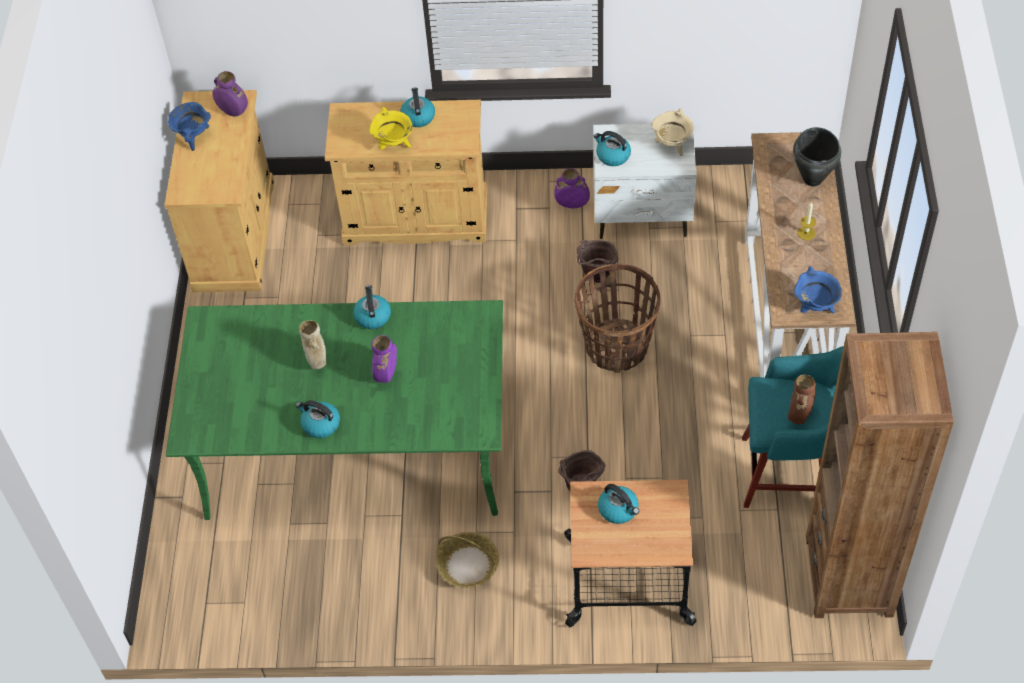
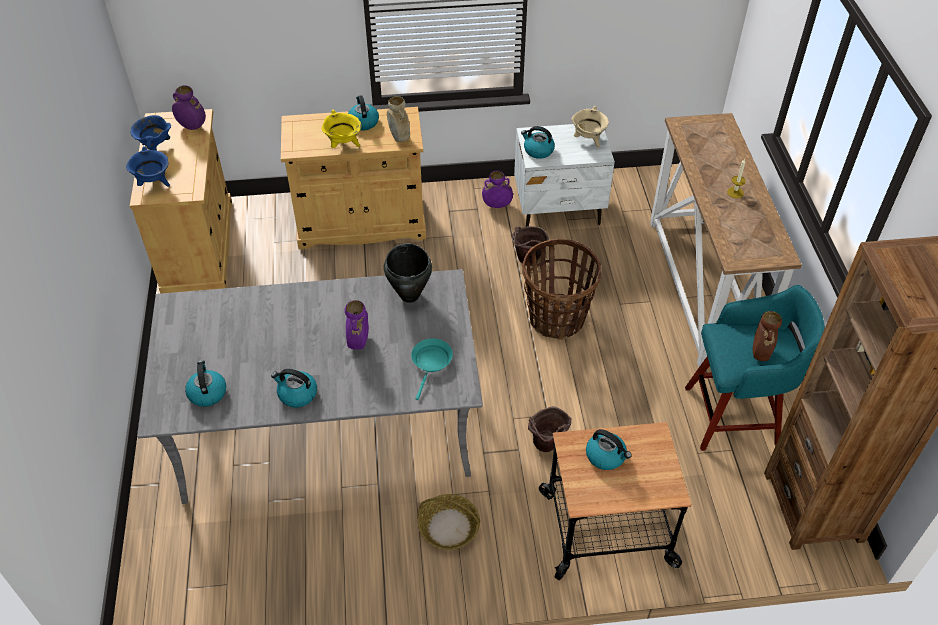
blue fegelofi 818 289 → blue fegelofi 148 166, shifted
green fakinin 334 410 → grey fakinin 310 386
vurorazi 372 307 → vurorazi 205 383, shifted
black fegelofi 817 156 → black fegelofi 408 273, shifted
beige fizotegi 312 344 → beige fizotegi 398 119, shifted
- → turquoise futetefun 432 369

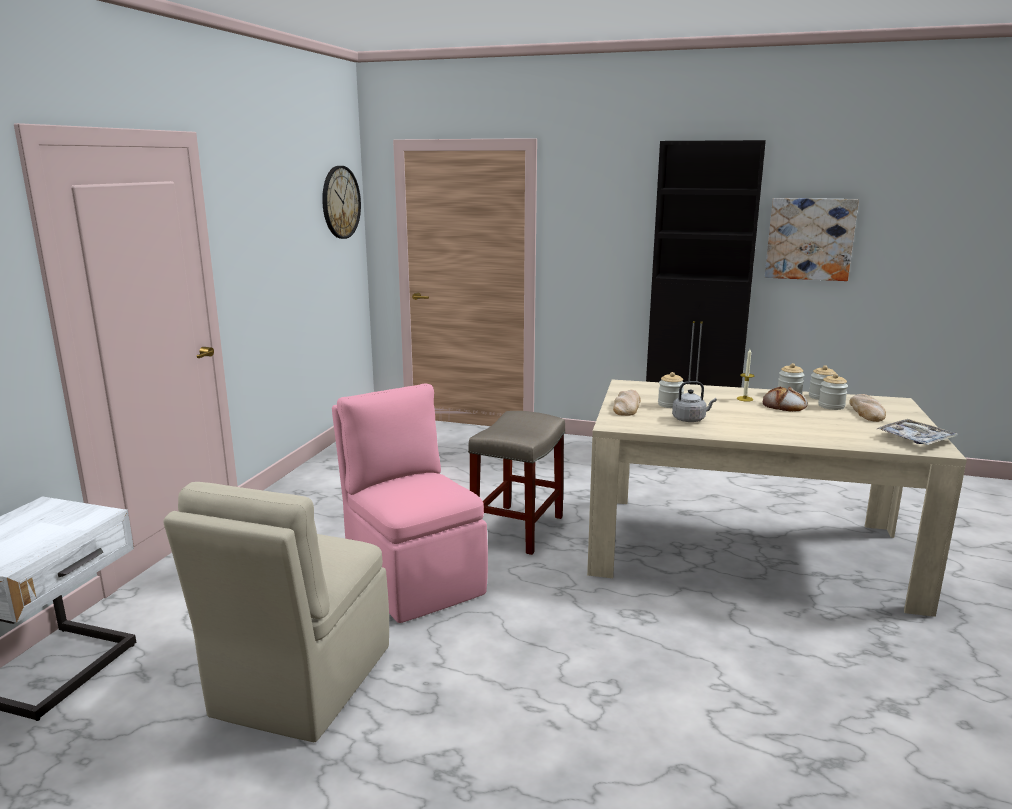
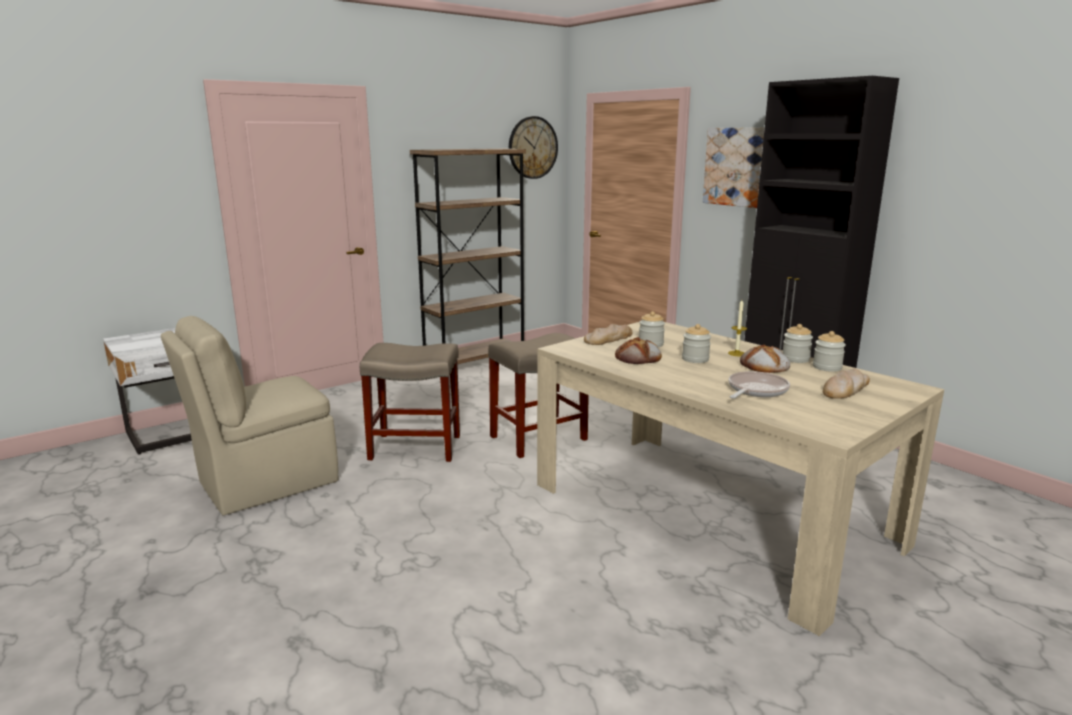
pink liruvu 410 503 → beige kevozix 410 402
- → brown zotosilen 468 256
grey vurorazi 694 401 → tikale 638 350
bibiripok 833 391 → bibiripok 696 343, shifted
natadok 812 239 → natadok 734 167, shifted
- → futetefun 759 385
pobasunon 917 432 → -

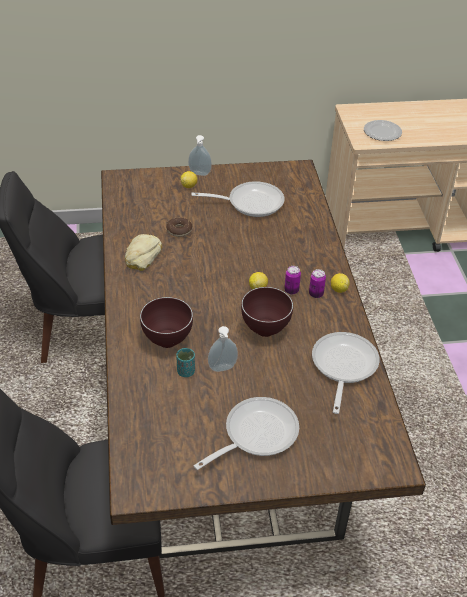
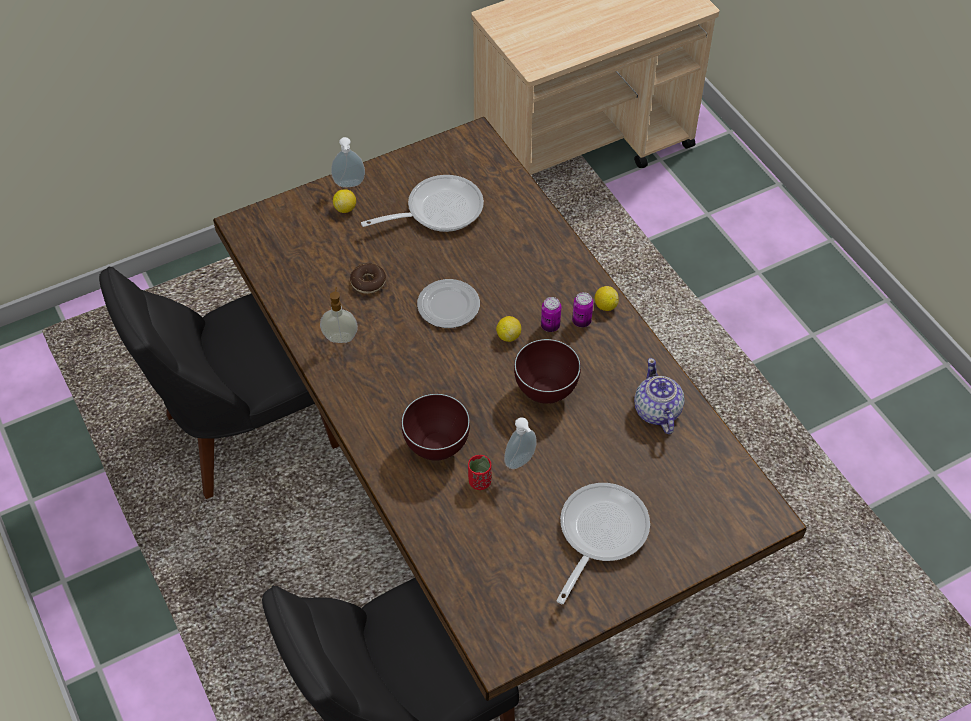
tikale 143 252 → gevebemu 339 315
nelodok 383 130 → nelodok 448 303, shifted
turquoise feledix 186 362 → red feledix 479 472
futetefun 345 373 → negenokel 659 396

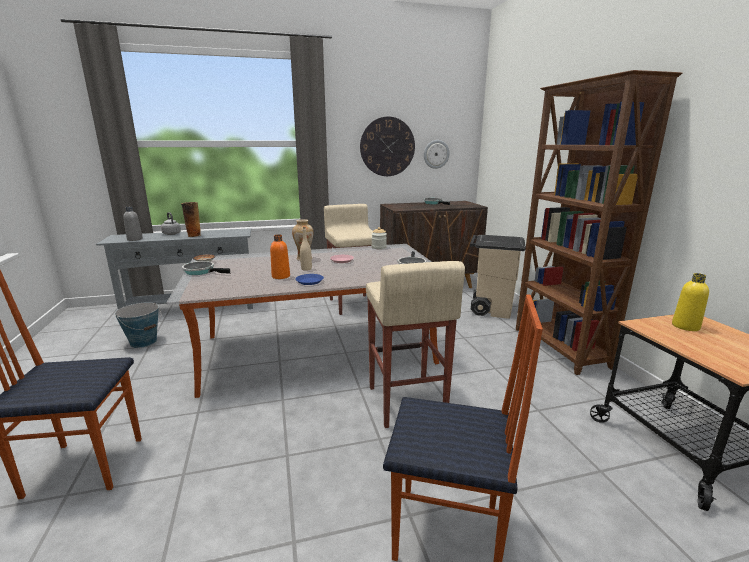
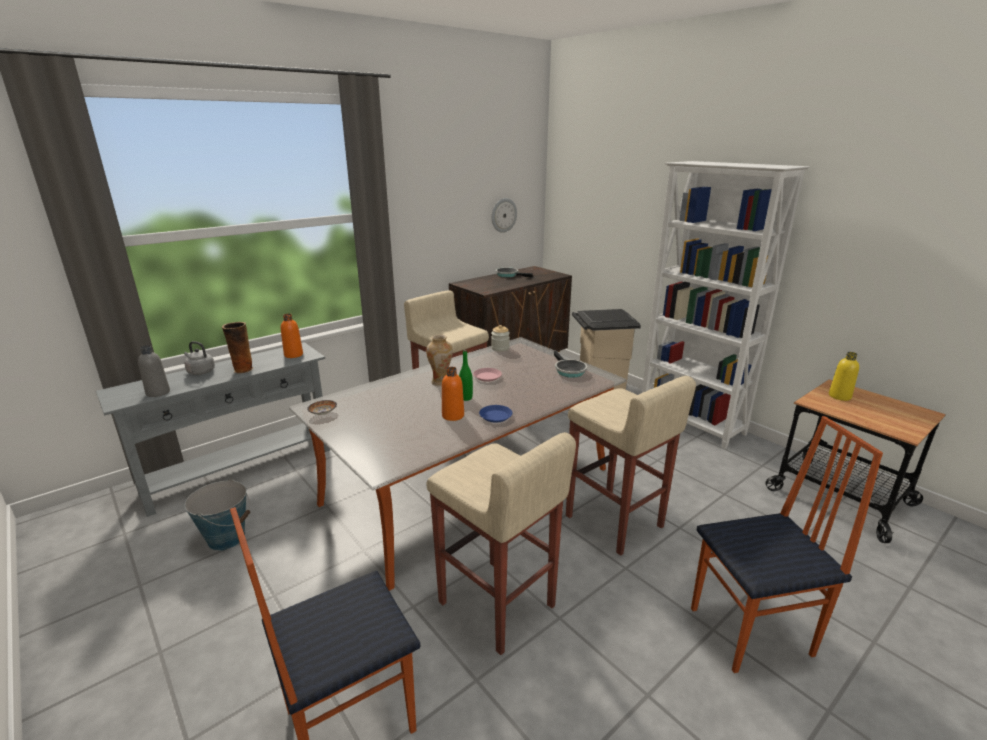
- → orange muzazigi 292 336
- → beige kevozix 501 543
beige muzazigi 306 249 → green muzazigi 466 375
brown zotosilen 599 222 → white zotosilen 726 305
futetefun 206 268 → -
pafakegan 387 146 → -

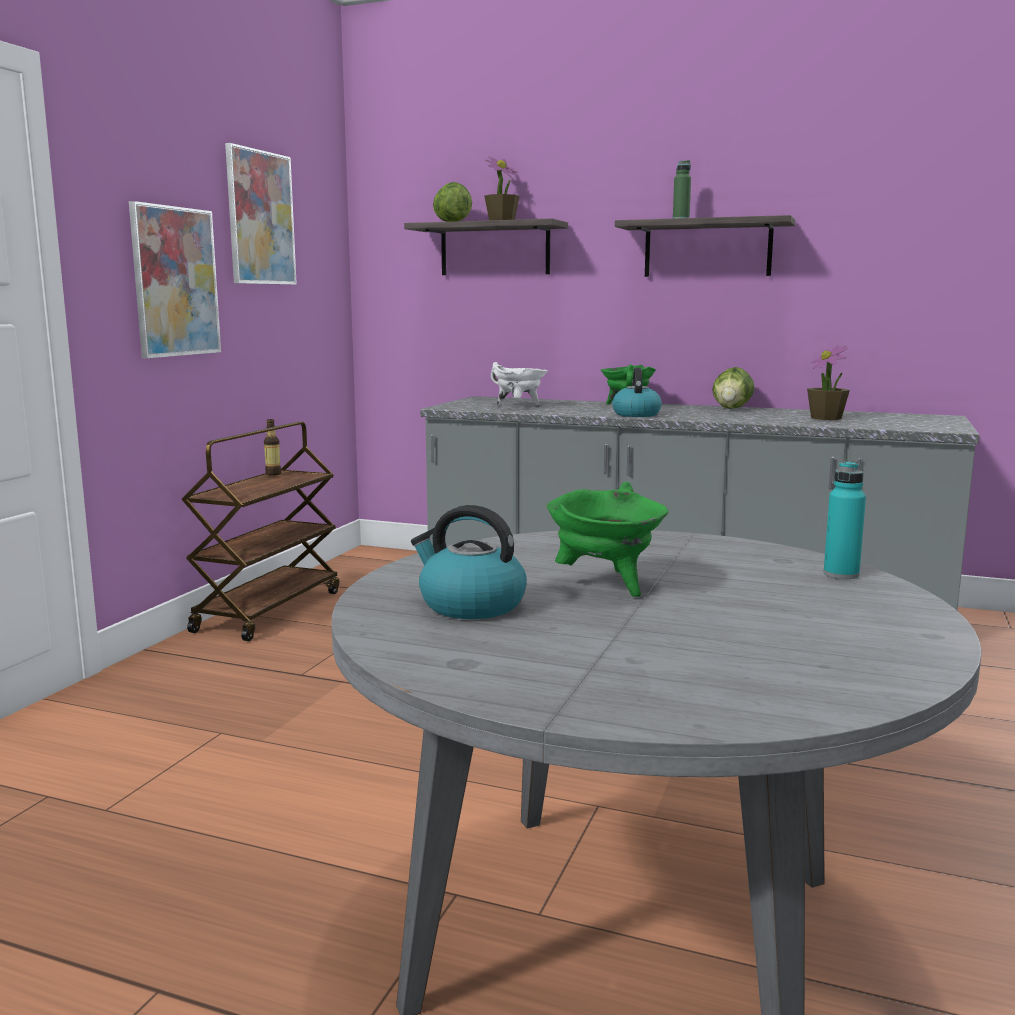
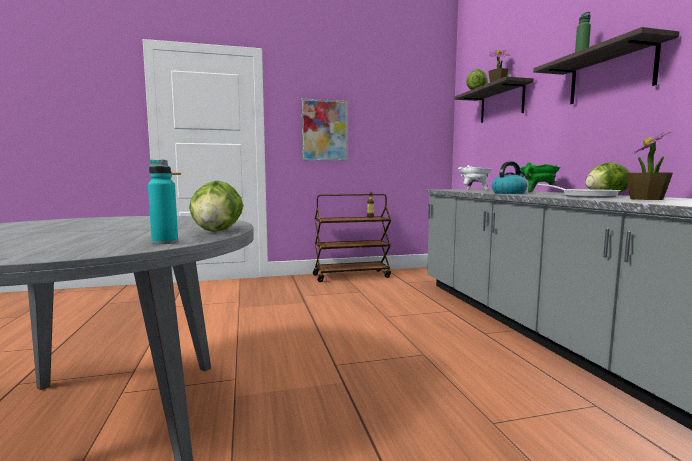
- → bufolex 216 206
- → futetefun 579 191
natadok 261 214 → -
vurorazi 469 562 → -
green fegelofi 607 539 → -

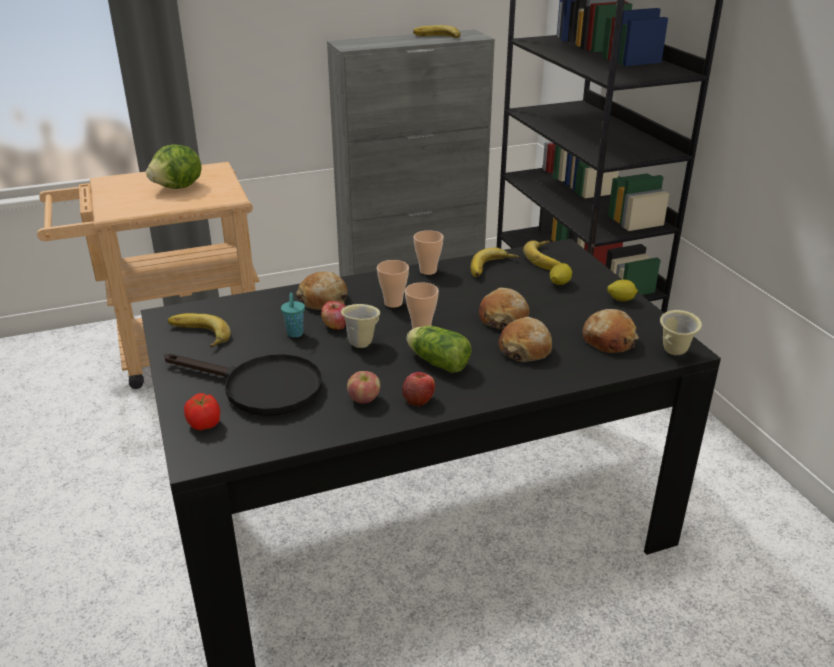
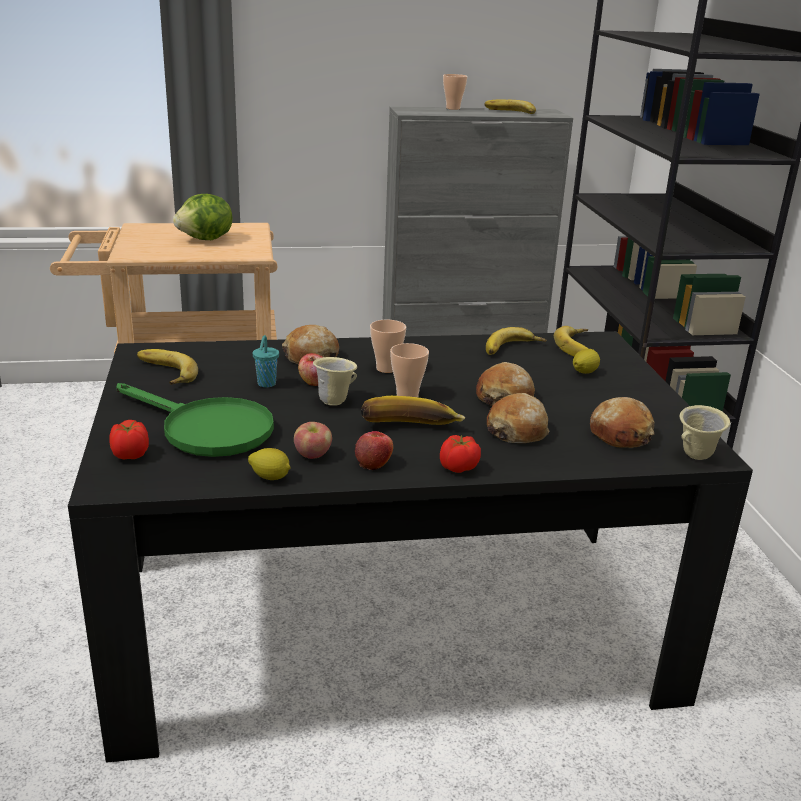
black futetefun 243 385 → green futetefun 195 420
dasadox 622 291 → dasadox 269 464, shifted
bufolex 438 349 → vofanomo 413 410
- → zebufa 460 454
feledix 429 252 → feledix 455 92, shifted

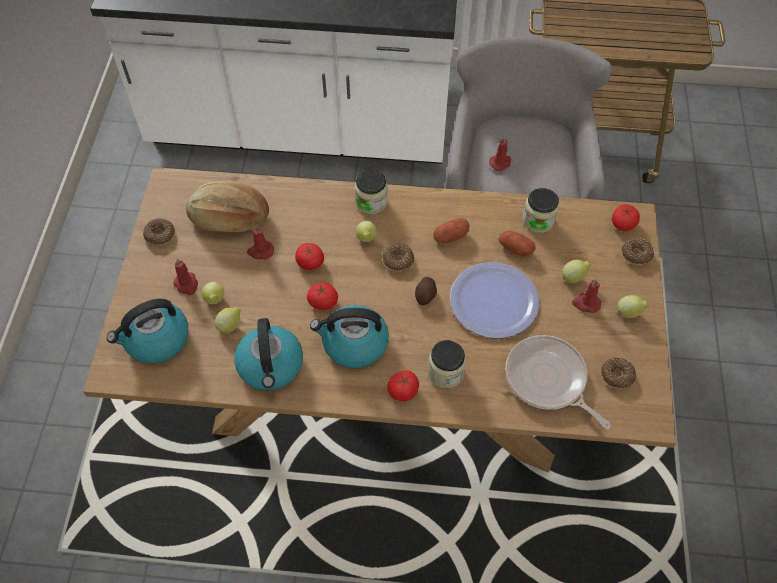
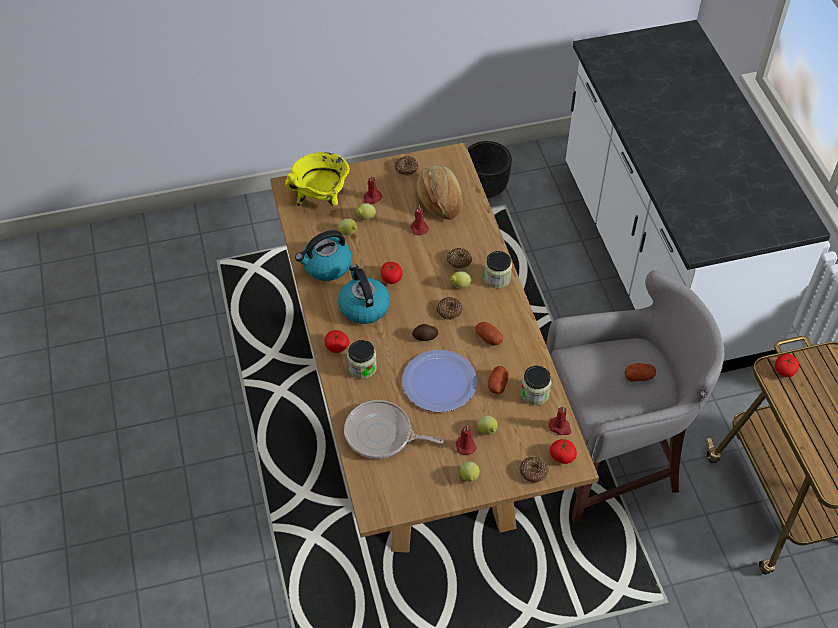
vurorazi 147 331 → yellow fegelofi 317 179
futetefun 558 382 → futetefun 393 429, 105 degrees counterclockwise
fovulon 618 373 → fovulon 459 258, shifted
- → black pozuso 489 169
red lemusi 500 153 → red lemusi 560 420, shifted
- → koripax 640 372
zebufa 309 256 → zebufa 787 365, shifted

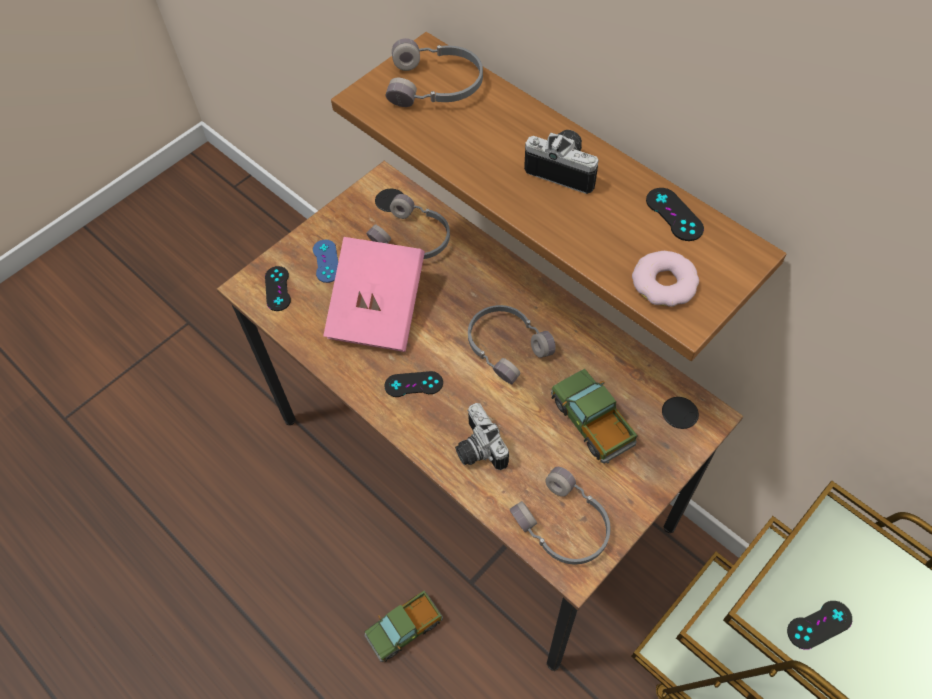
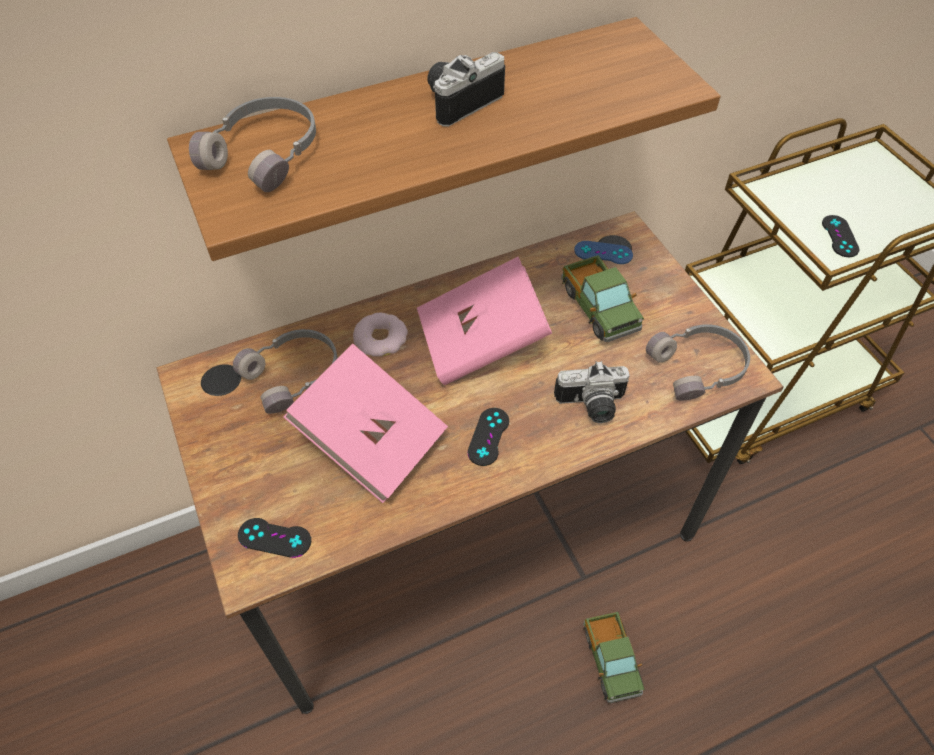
fovulon 665 279 → fovulon 380 335, shifted
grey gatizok 512 344 → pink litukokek 484 321
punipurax 594 416 → punipurax 602 298, 105 degrees counterclockwise
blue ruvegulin 325 261 → blue ruvegulin 603 252, shifted
black ruvegulin 675 214 → -

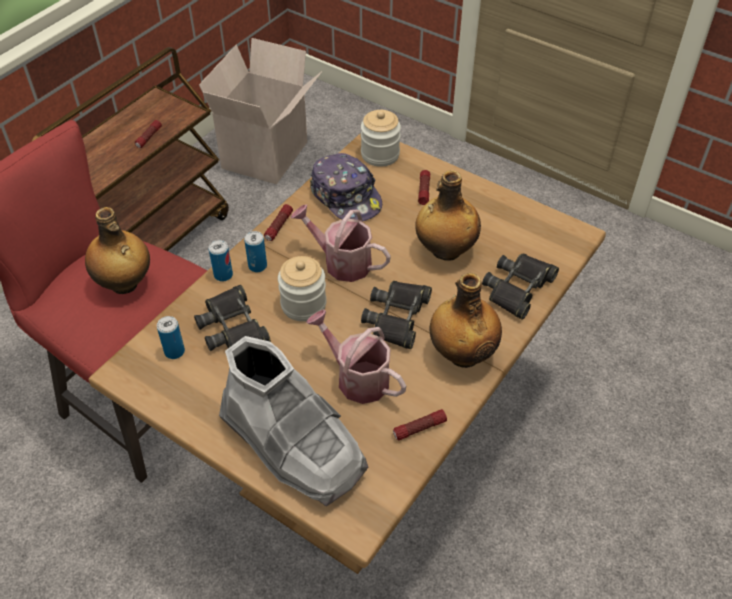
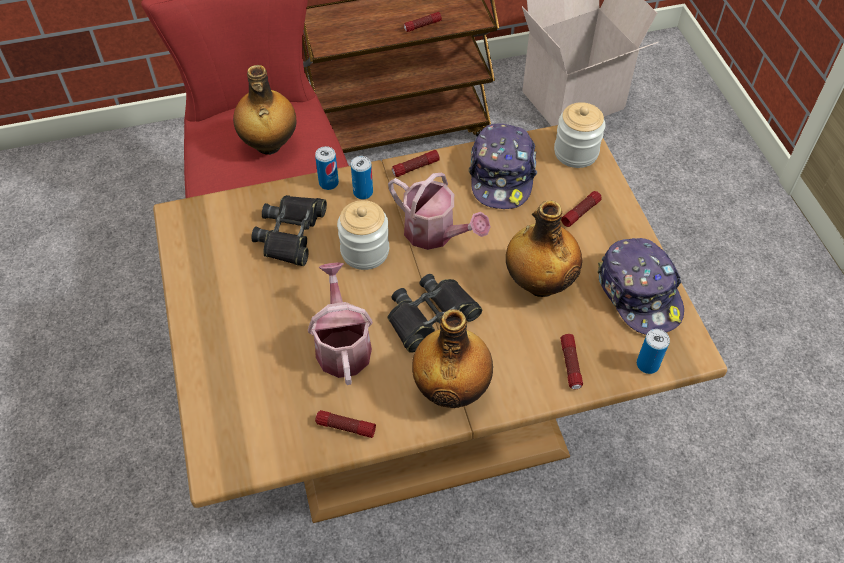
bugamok 340 243 → bugamok 439 211, 150 degrees clockwise
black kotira 520 287 → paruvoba 571 361
- → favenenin 641 286
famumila 171 337 → famumila 653 351, shifted
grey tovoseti 293 421 → -

